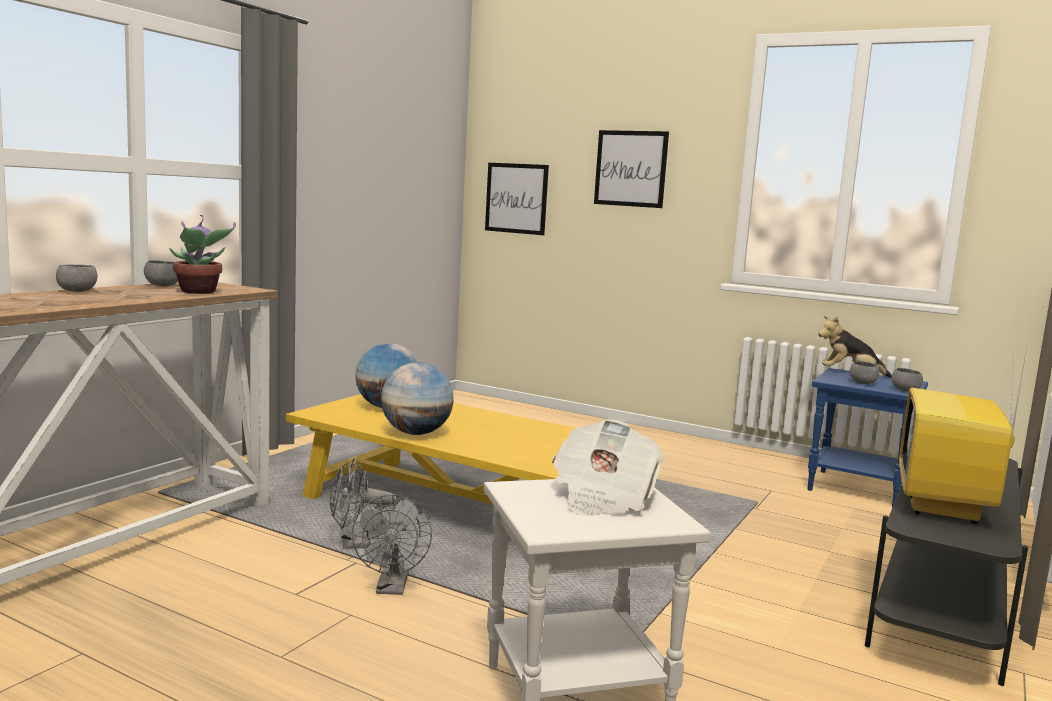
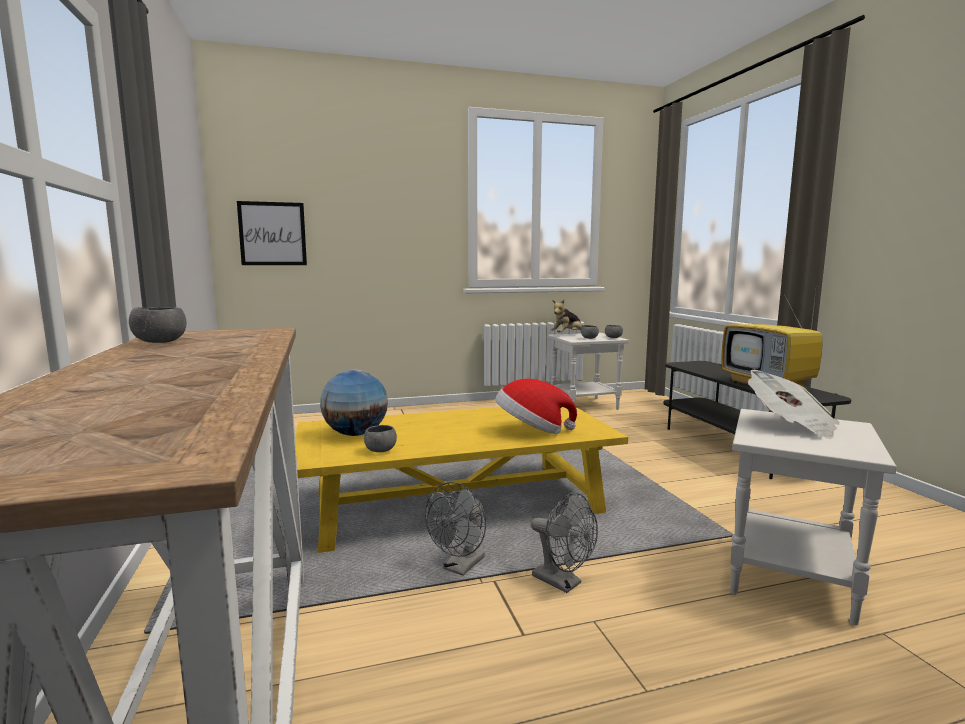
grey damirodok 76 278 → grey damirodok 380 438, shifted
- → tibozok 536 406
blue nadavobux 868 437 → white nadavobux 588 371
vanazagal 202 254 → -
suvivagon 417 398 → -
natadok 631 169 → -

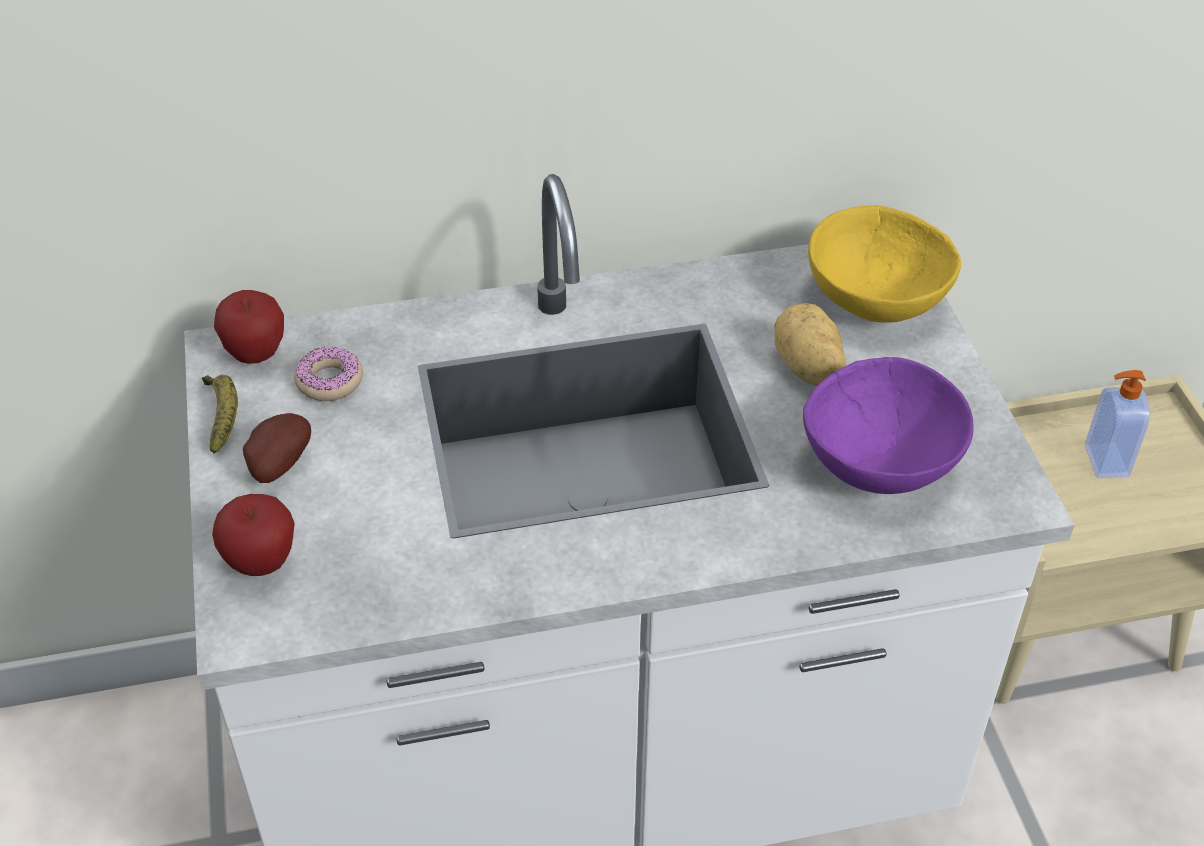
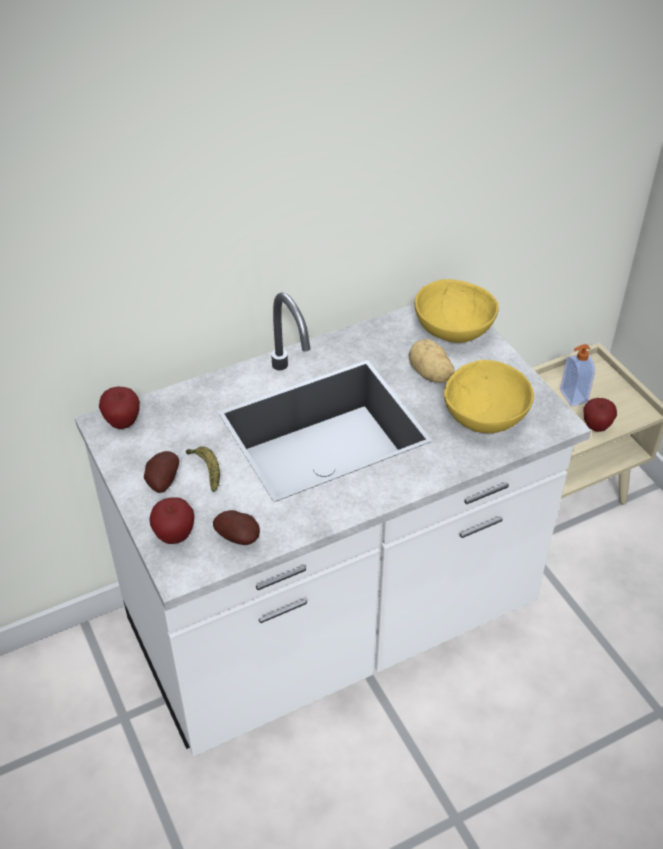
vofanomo 220 414 → vofanomo 203 469, shifted
- → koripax 236 527
purple damirodok 888 425 → yellow damirodok 489 396
- → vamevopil 600 415
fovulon 328 373 → -

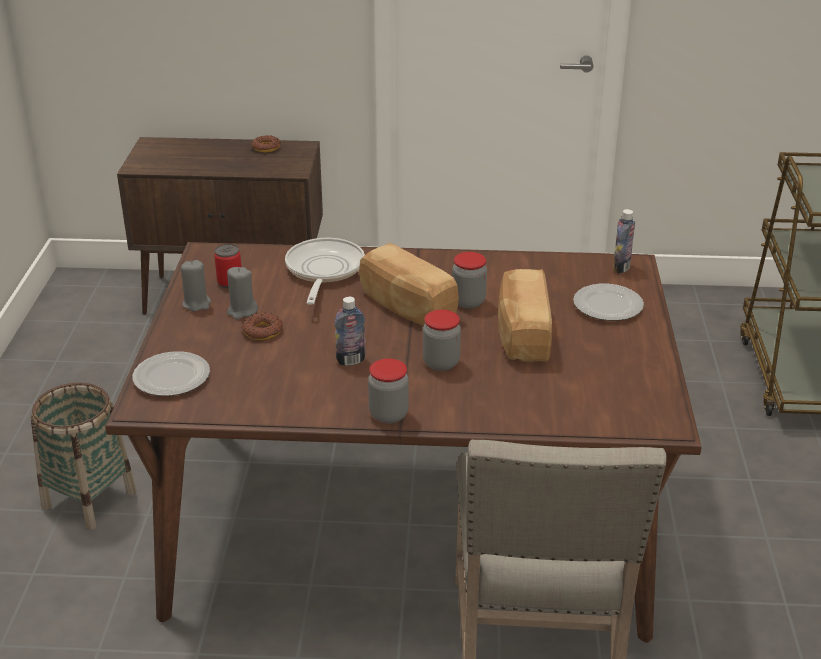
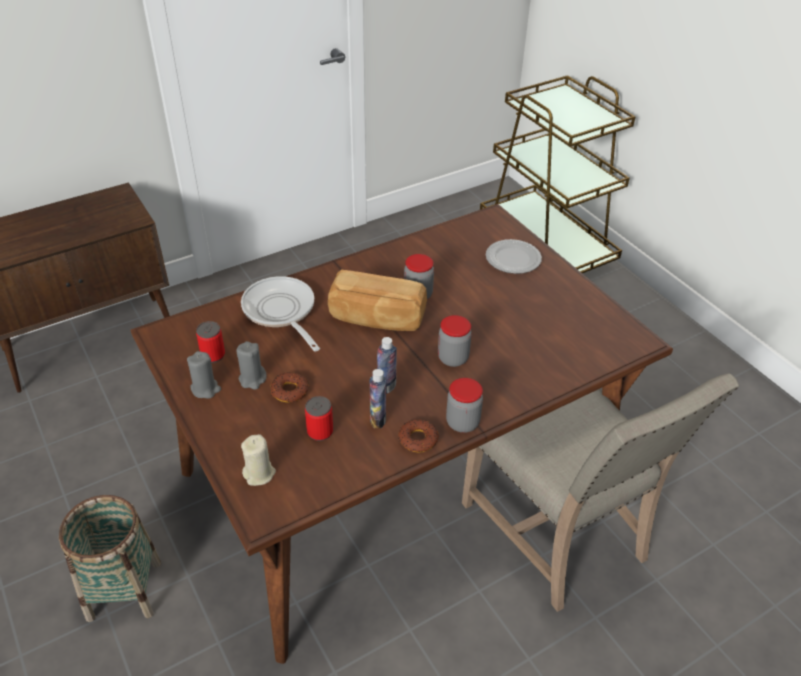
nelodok 171 373 → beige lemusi 258 460
- → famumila 319 418
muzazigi 624 241 → muzazigi 378 398, shifted
fovulon 266 143 → fovulon 418 436, shifted
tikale 525 315 → -

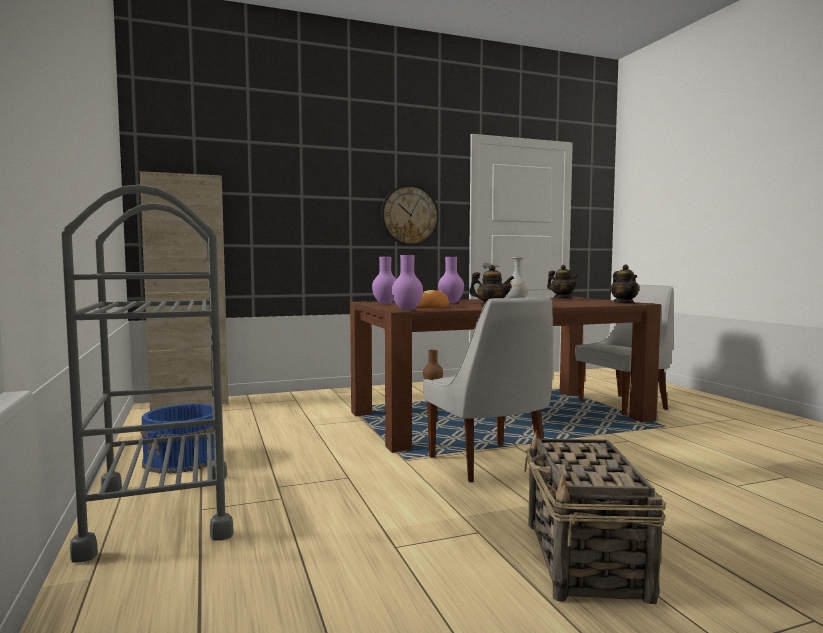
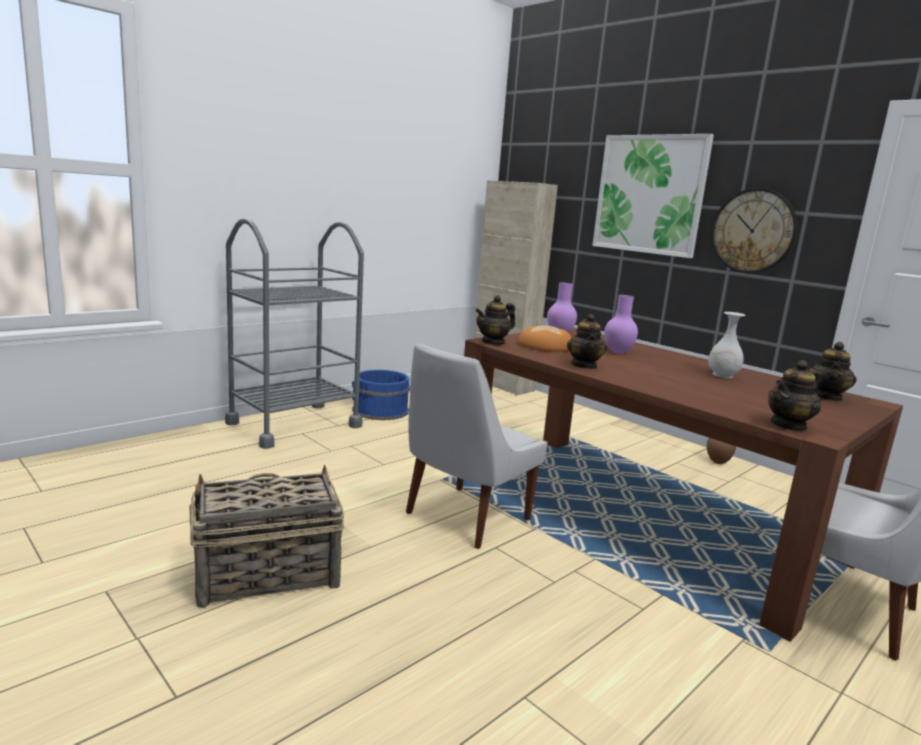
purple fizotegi 407 283 → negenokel 495 320
- → natadok 653 196

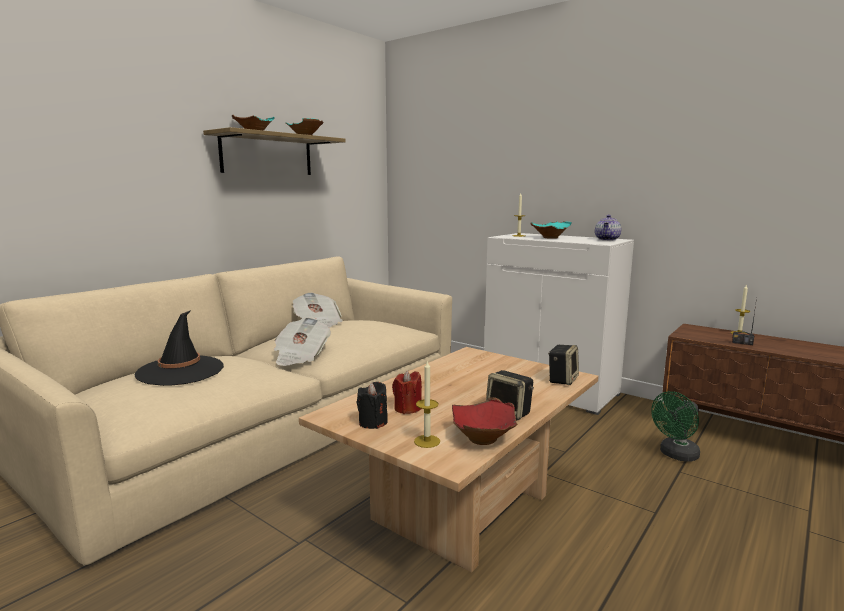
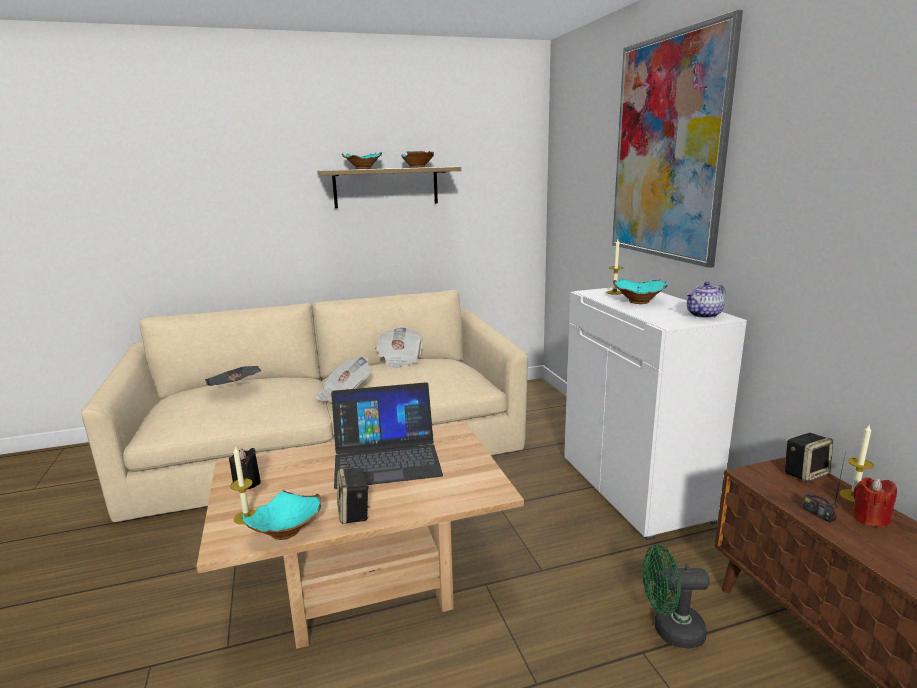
black tibozok 179 348 → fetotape 233 376
red damirodok 485 421 → turquoise damirodok 281 515
- → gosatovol 387 435
- → natadok 677 139
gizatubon 563 365 → gizatubon 809 457, shifted
red lemusi 407 392 → red lemusi 874 502, shifted

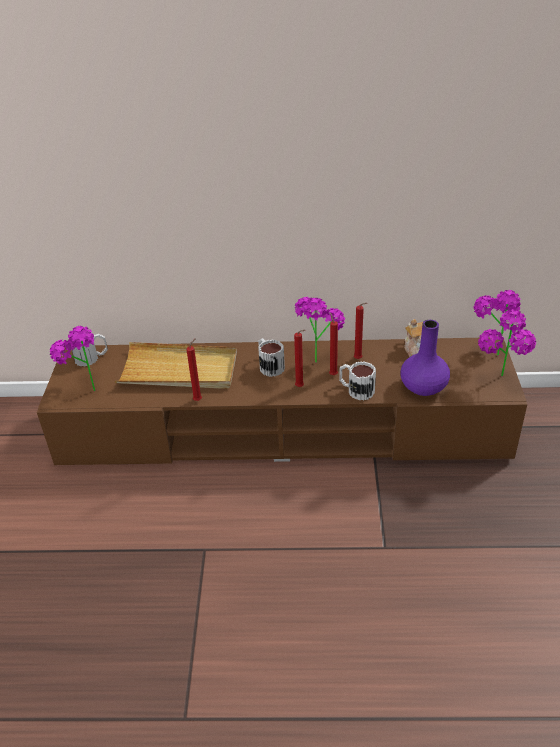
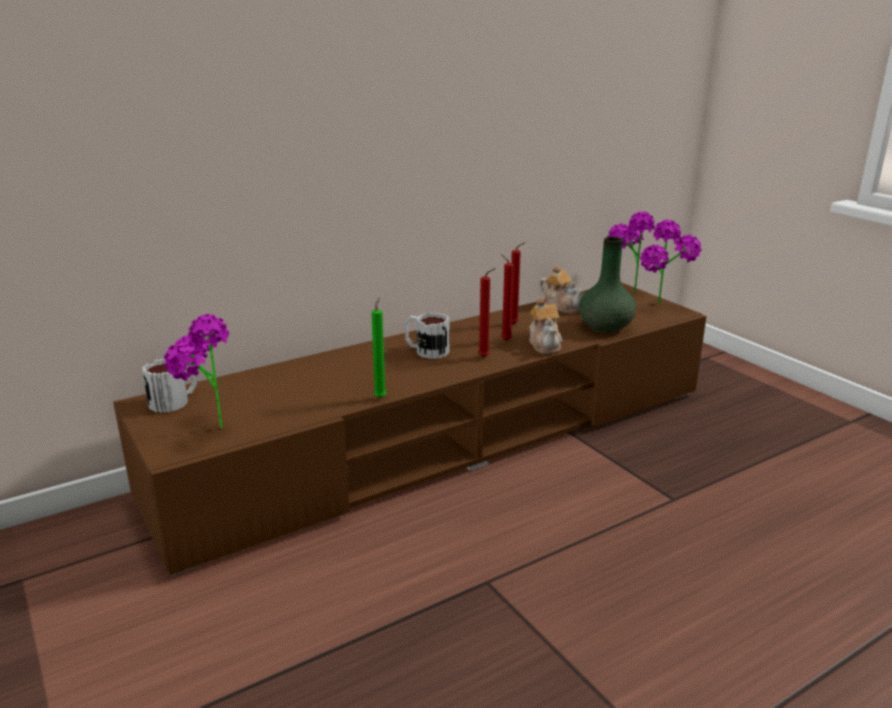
red lemusi 194 369 → green lemusi 378 347
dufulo 357 381 → negenokel 546 325
purple fizotegi 425 358 → green fizotegi 607 285
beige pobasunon 176 365 → -
vanazagal 319 330 → -

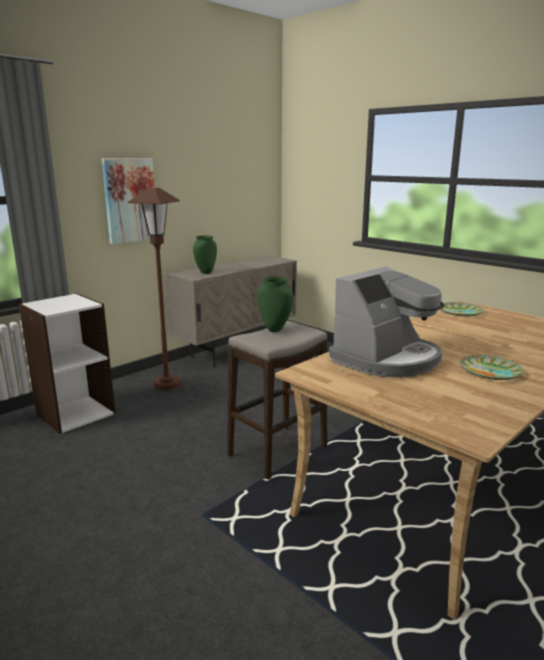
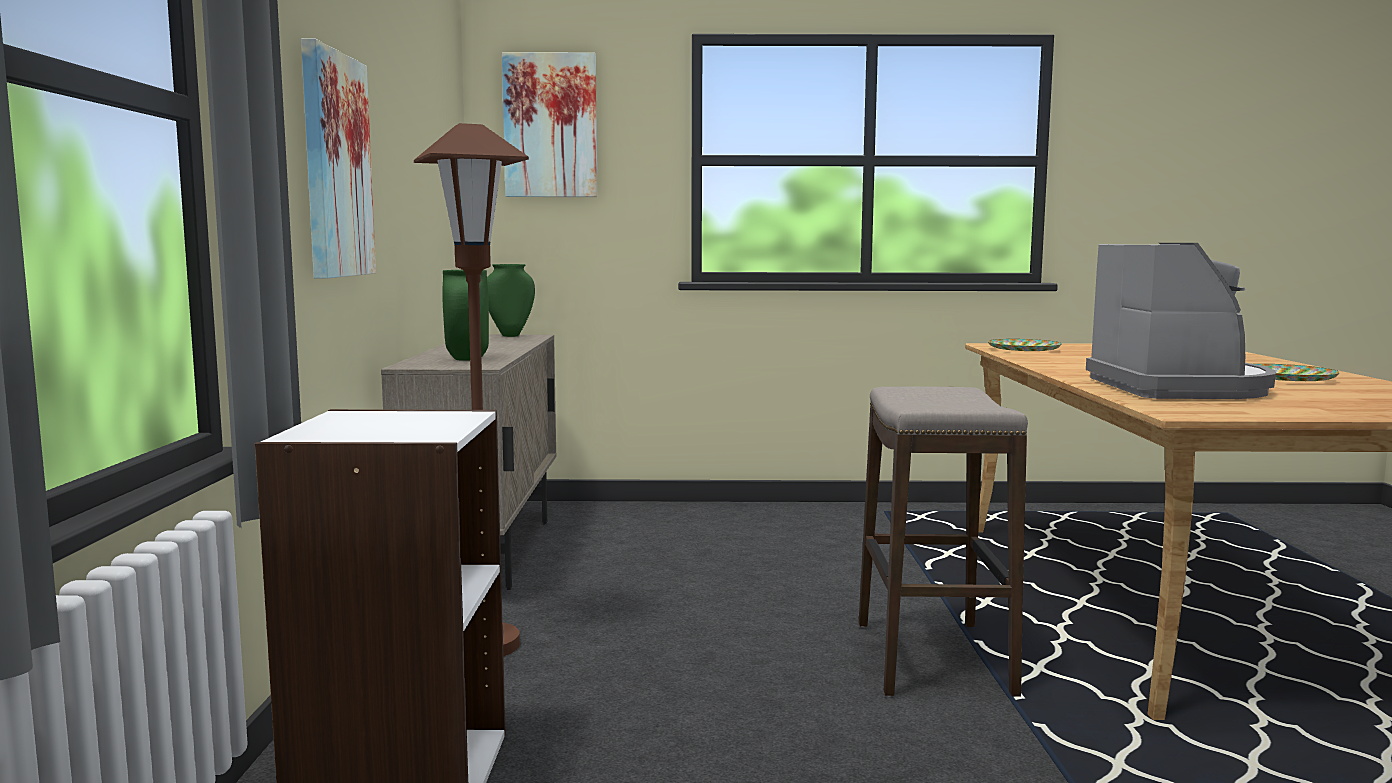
green fizotegi 275 304 → green fizotegi 511 300, shifted
- → natadok 550 124

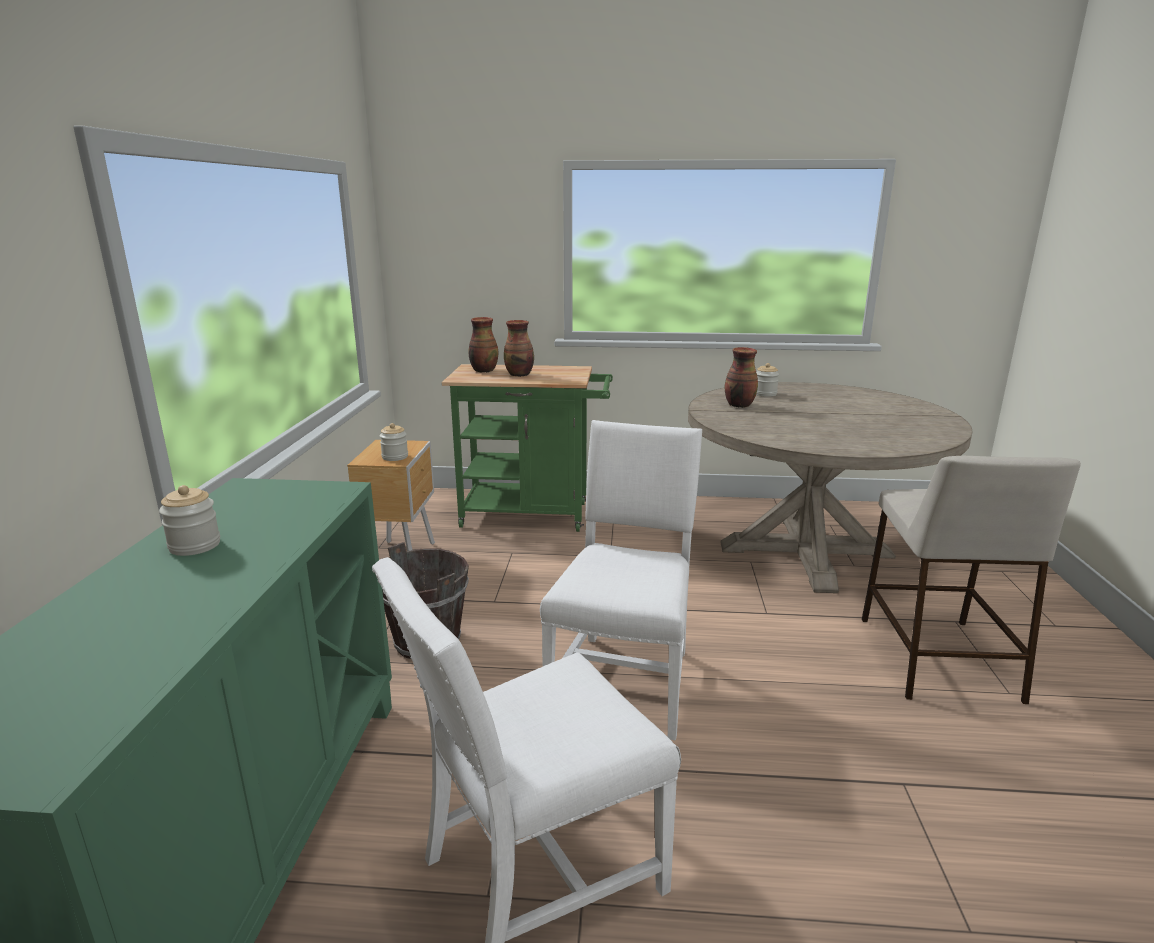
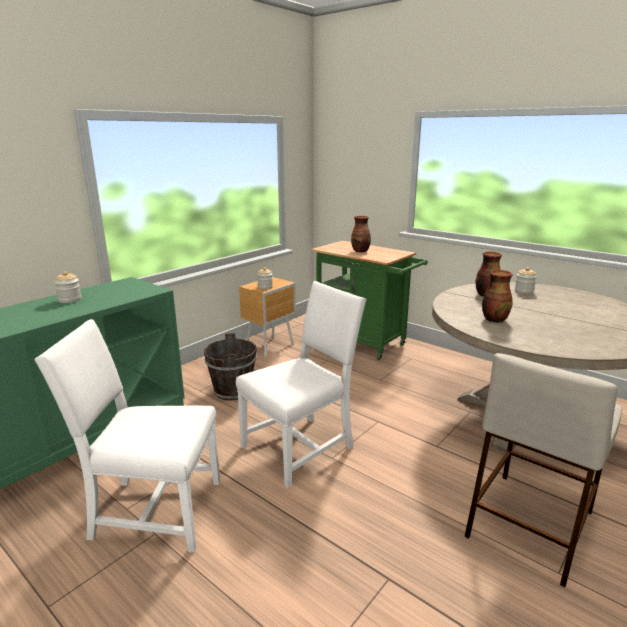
fizotegi 483 345 → fizotegi 497 296, shifted

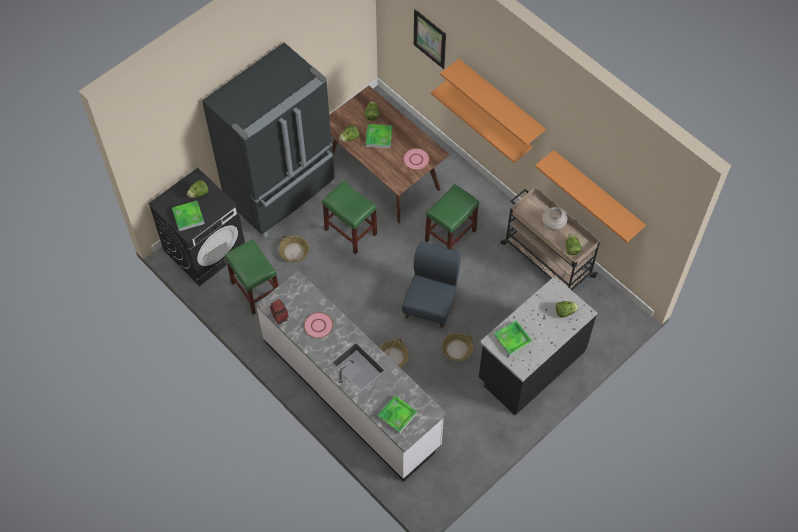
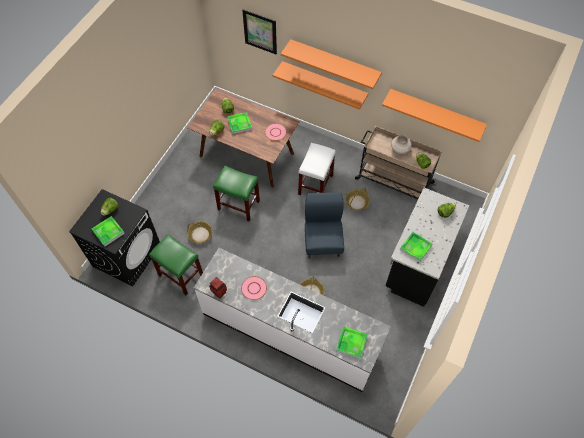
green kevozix 452 217 → white kevozix 317 169
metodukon 457 347 → metodukon 357 199, shifted
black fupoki 268 140 → -

